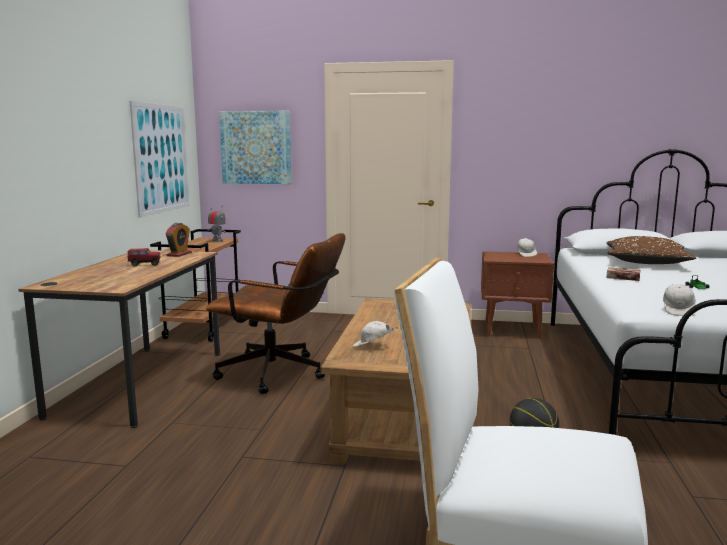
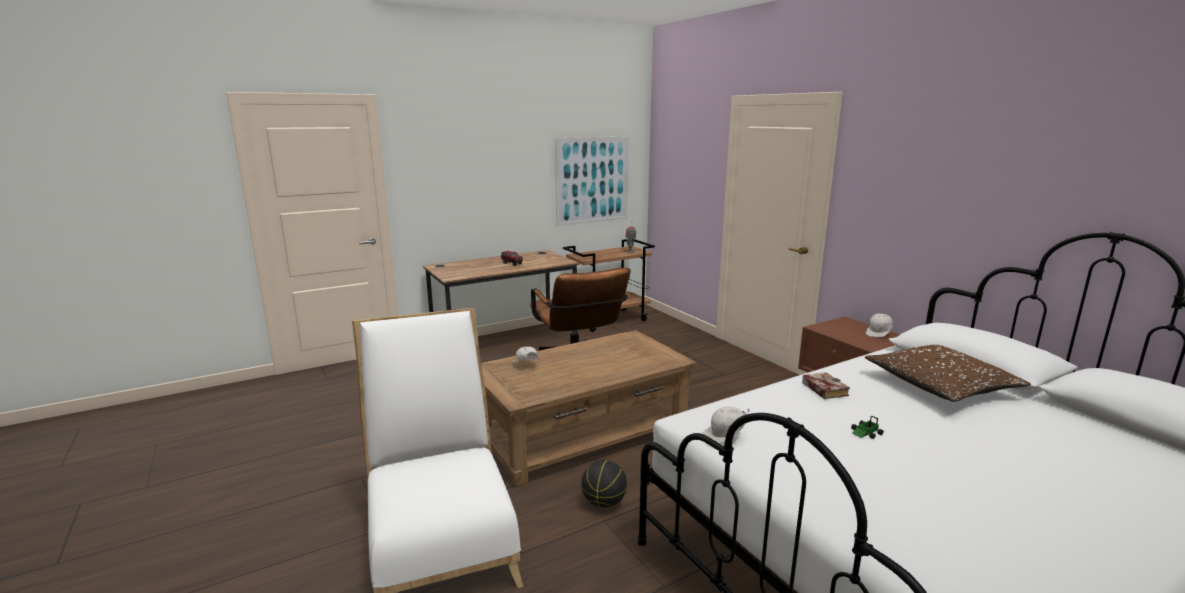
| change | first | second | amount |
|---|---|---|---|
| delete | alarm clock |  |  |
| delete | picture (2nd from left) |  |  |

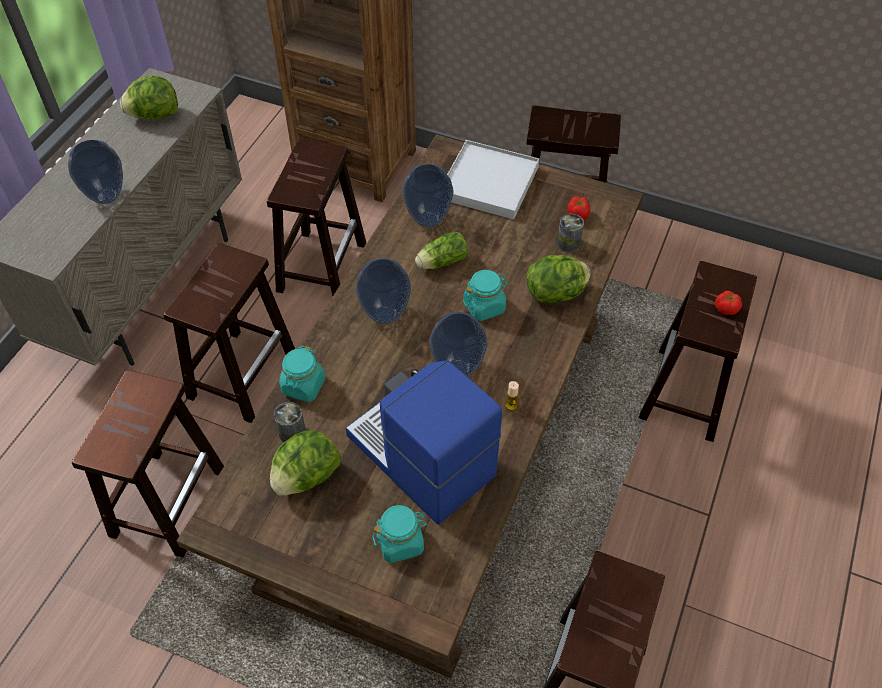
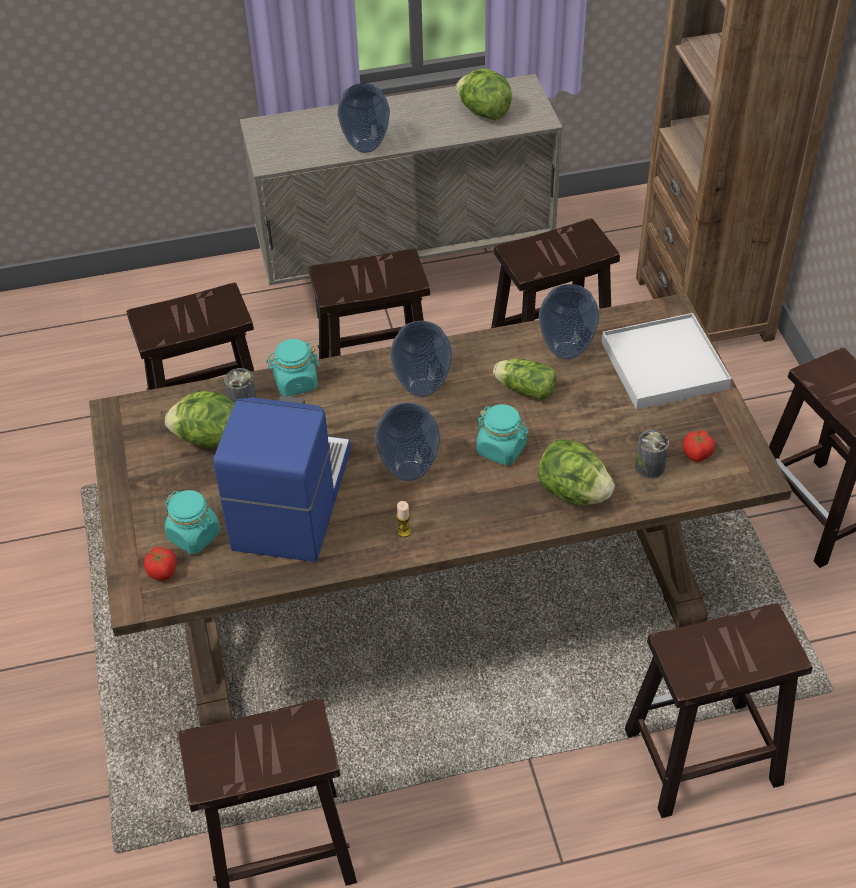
| change | first | second | amount |
|---|---|---|---|
| move | tomato (2nd from left in the first image) | tomato (1st from left) |  |

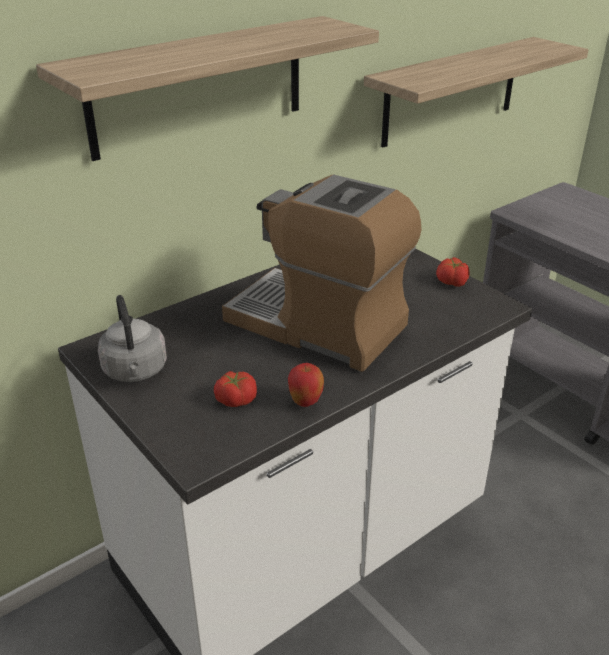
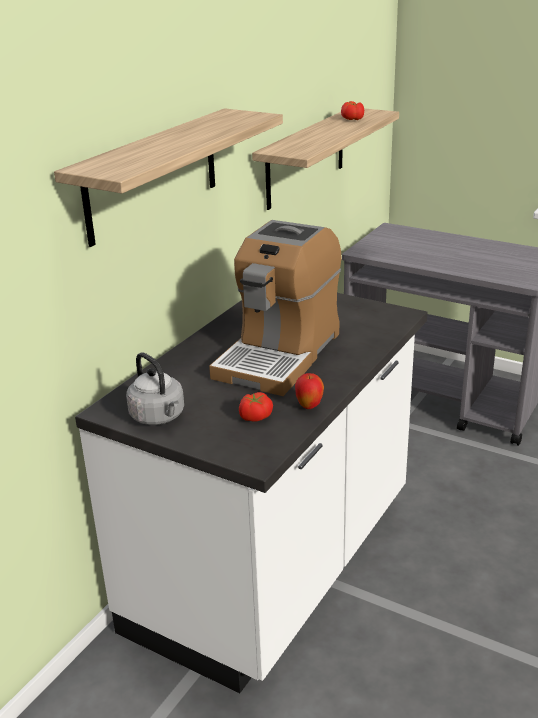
| change | first | second | amount |
|---|---|---|---|
| move | tomato (2nd from left) |  |  |
| rotate | coffee machine |  | 75 degrees counterclockwise |

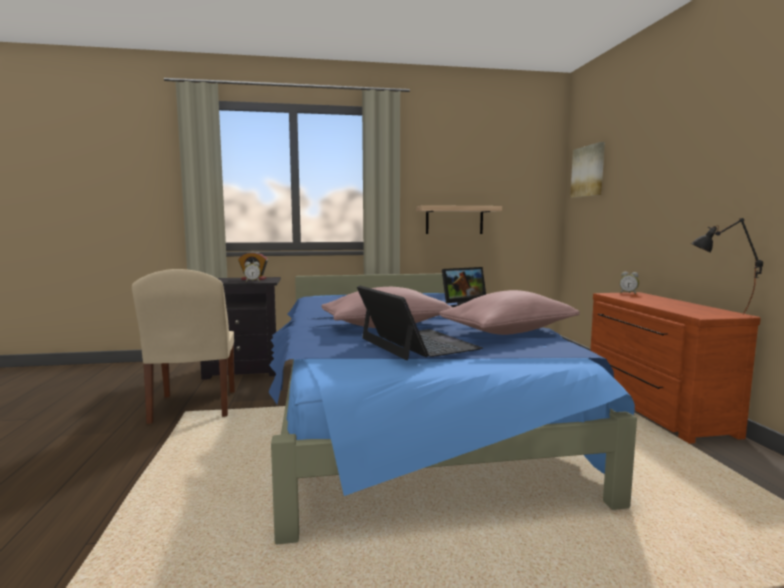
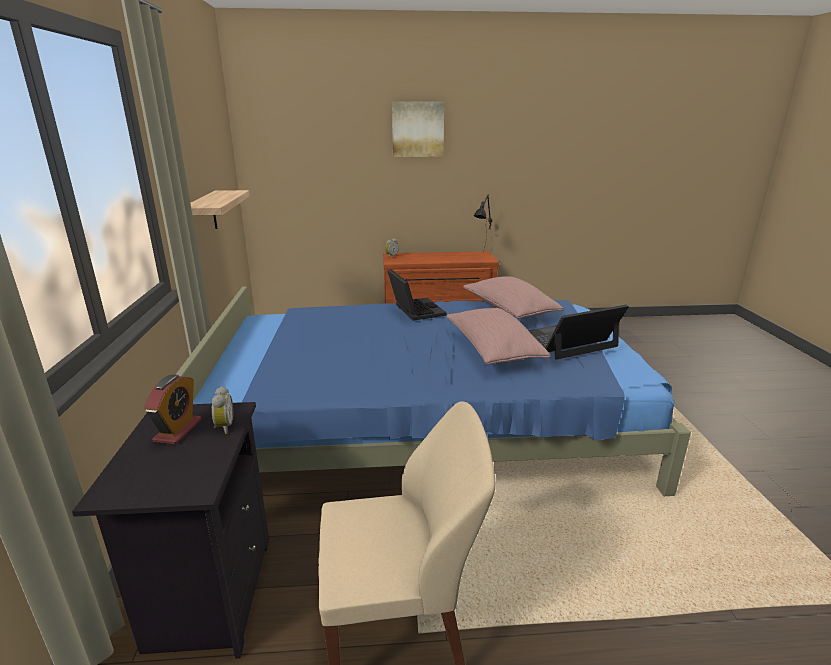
| change | first | second | amount |
|---|---|---|---|
| move | picture |  |  |

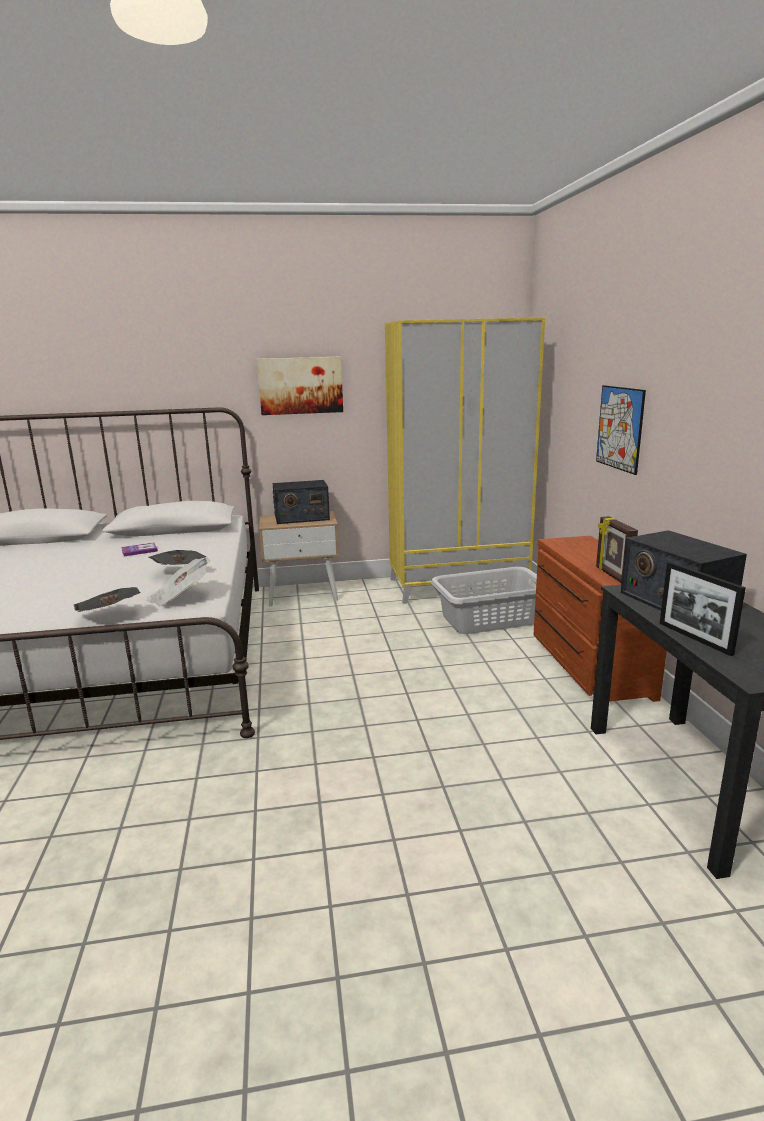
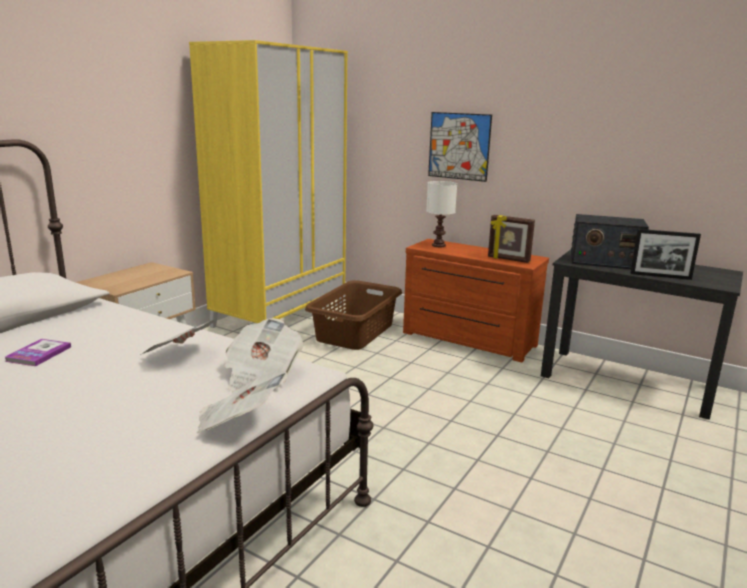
| change | first | second | amount |
|---|---|---|---|
| delete | picture (1st from left) |  |  |
| delete | radio (1st from left) |  |  |
| insert |  | table lamp (white) |  |
| recolor | laundry basket (grey) | laundry basket (brown) |  |

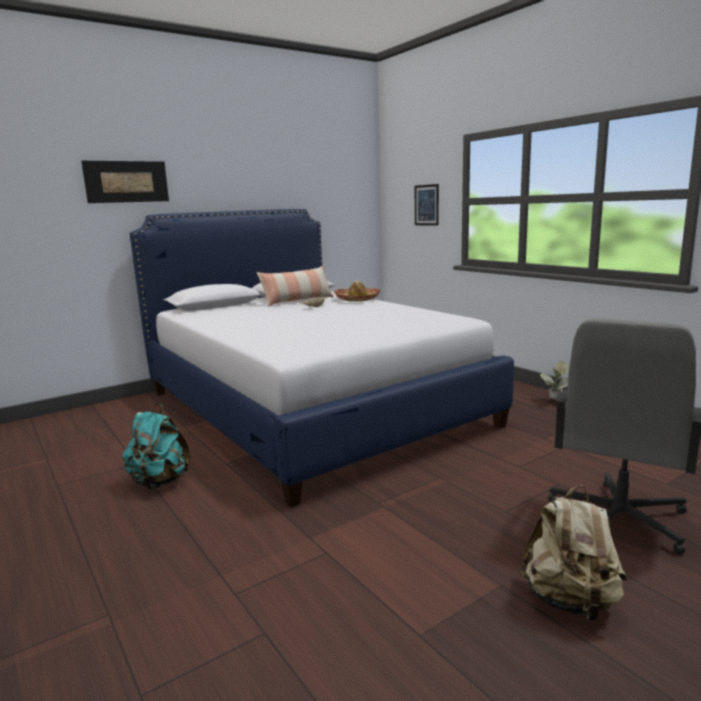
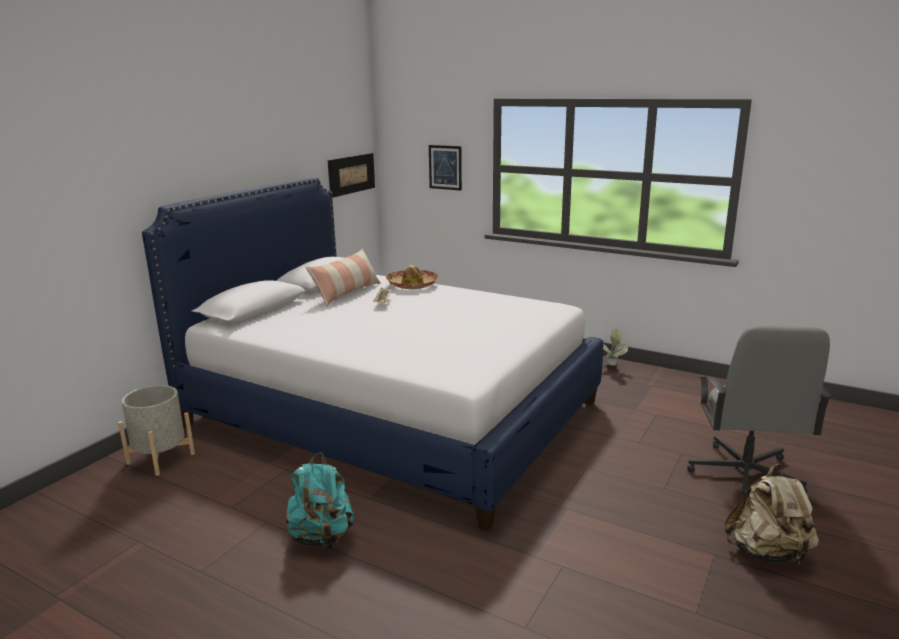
| change | first | second | amount |
|---|---|---|---|
| insert |  | planter (grey) |  |
| move | picture (1st from left) |  |  |

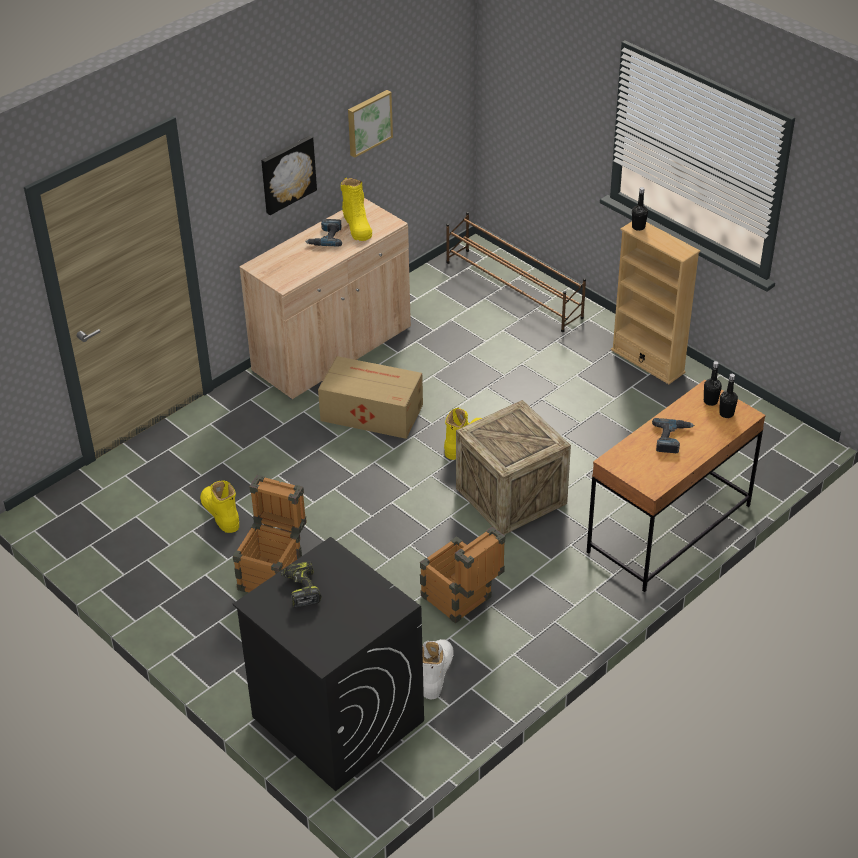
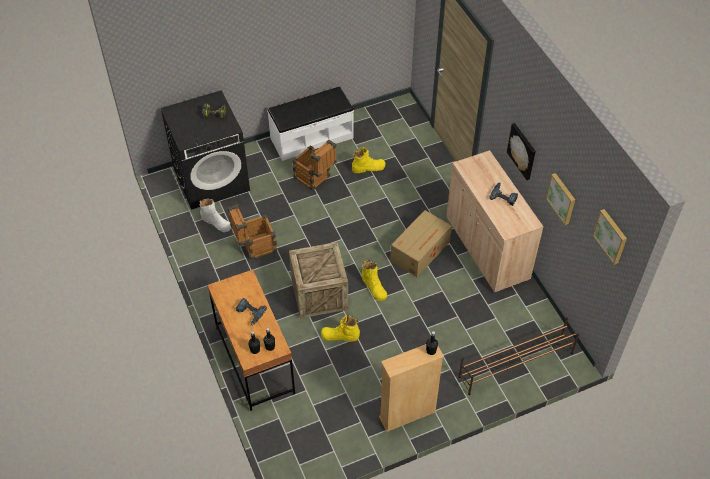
| change | first | second | amount |
|---|---|---|---|
| insert |  | bench (white) |  |
| insert |  | picture (3rd from left) |  |
| move | boot (yellow) (2nd from left in the first image) | boot (yellow) (1st from left) |  |

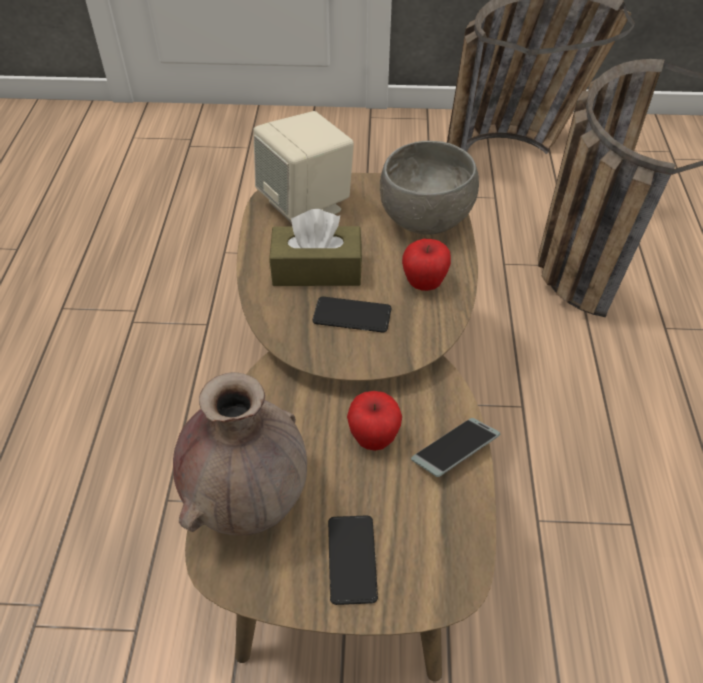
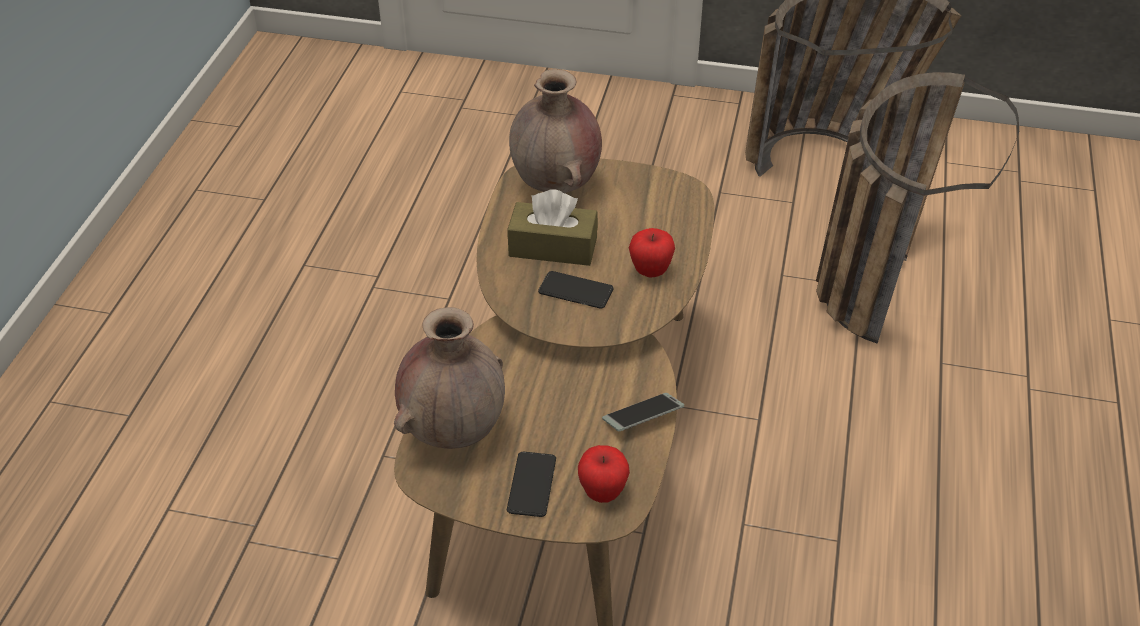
| change | first | second | amount |
|---|---|---|---|
| delete | bowl (grey) |  |  |
| move | apple (1st from left) |  |  |
| replace | speaker (beige) | vase (brown) (2nd from left) |  |

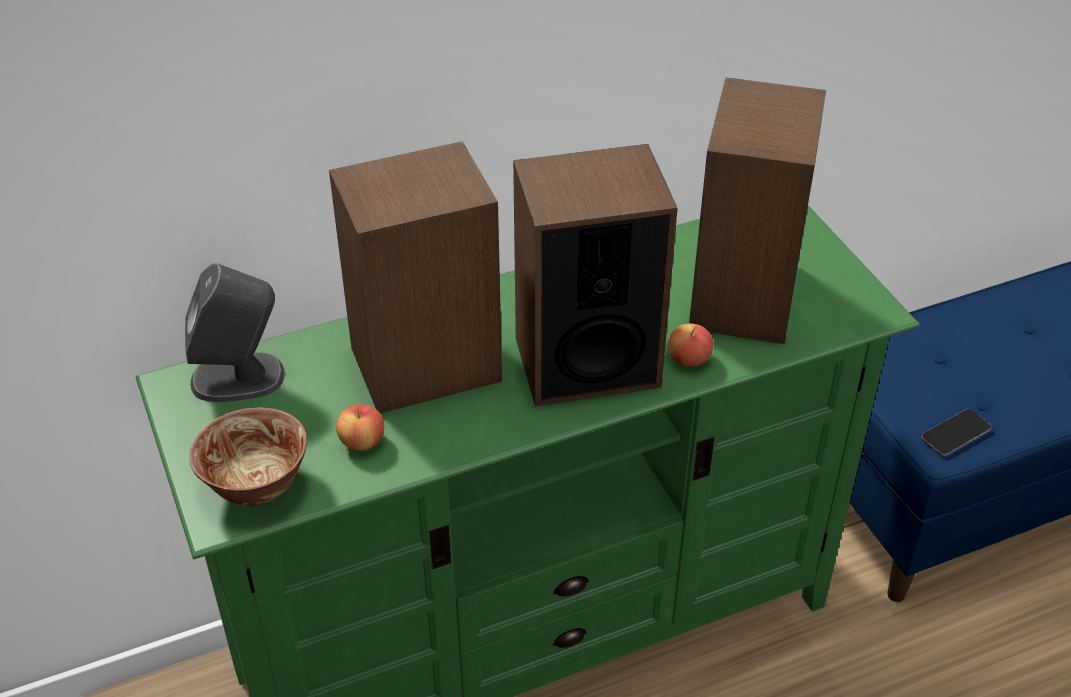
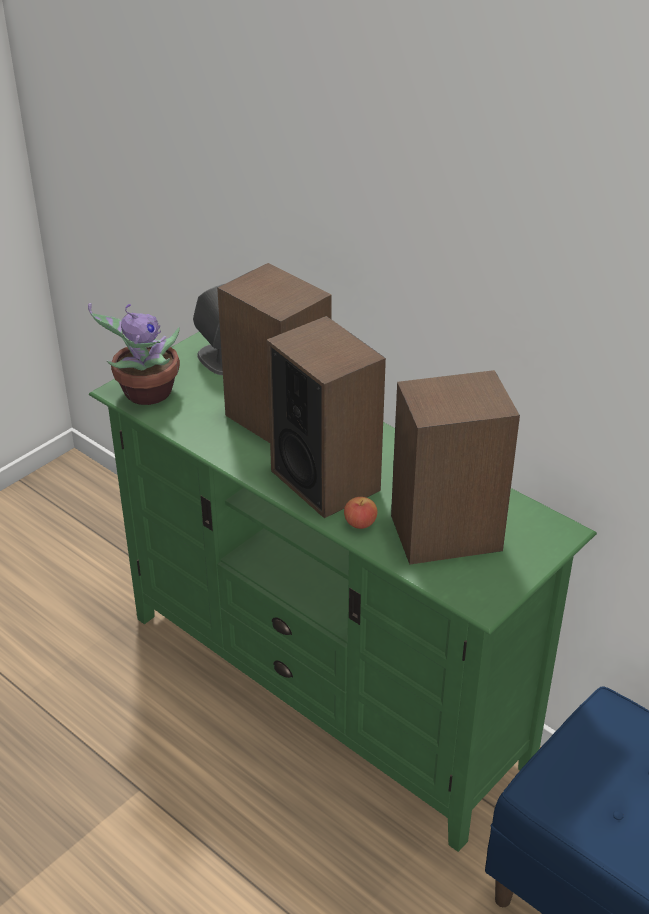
| change | first | second | amount |
|---|---|---|---|
| delete | apple (1st from left) |  |  |
| delete | phone |  |  |
| replace | bowl | potted plant |  |

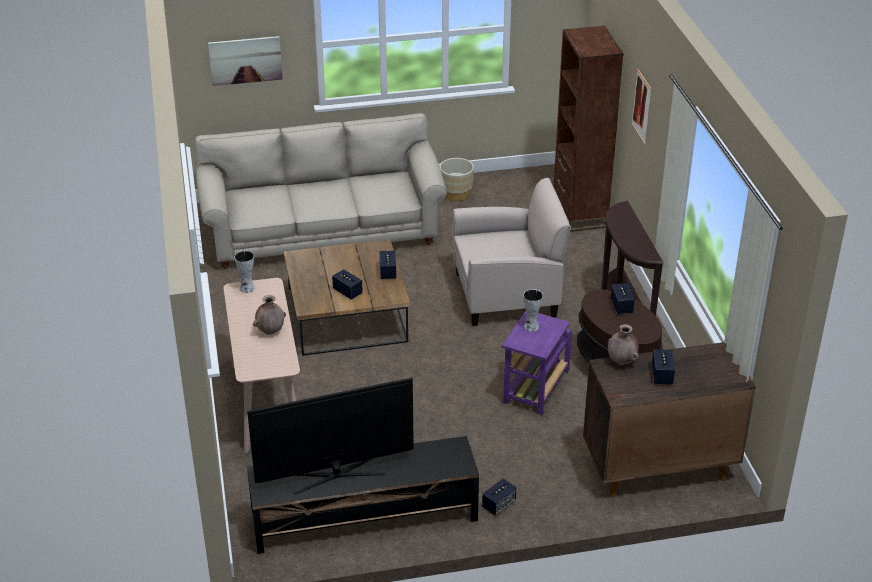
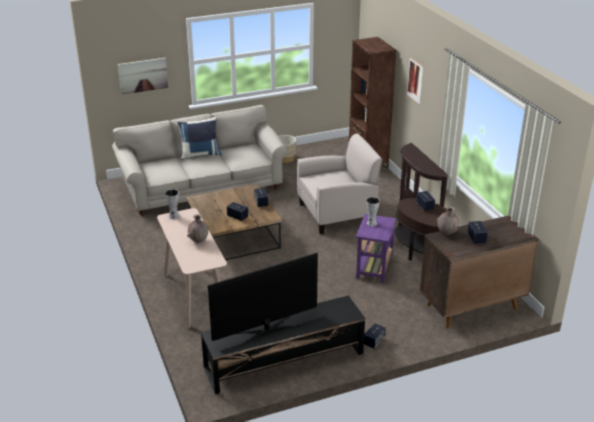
| change | first | second | amount |
|---|---|---|---|
| insert |  | pillow (blue) |  |

